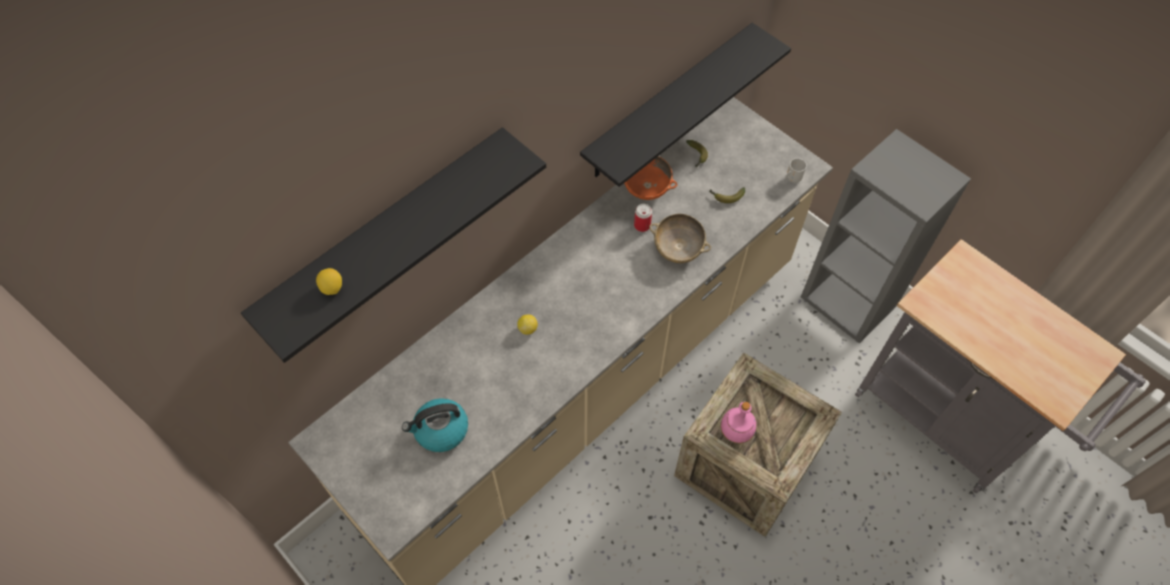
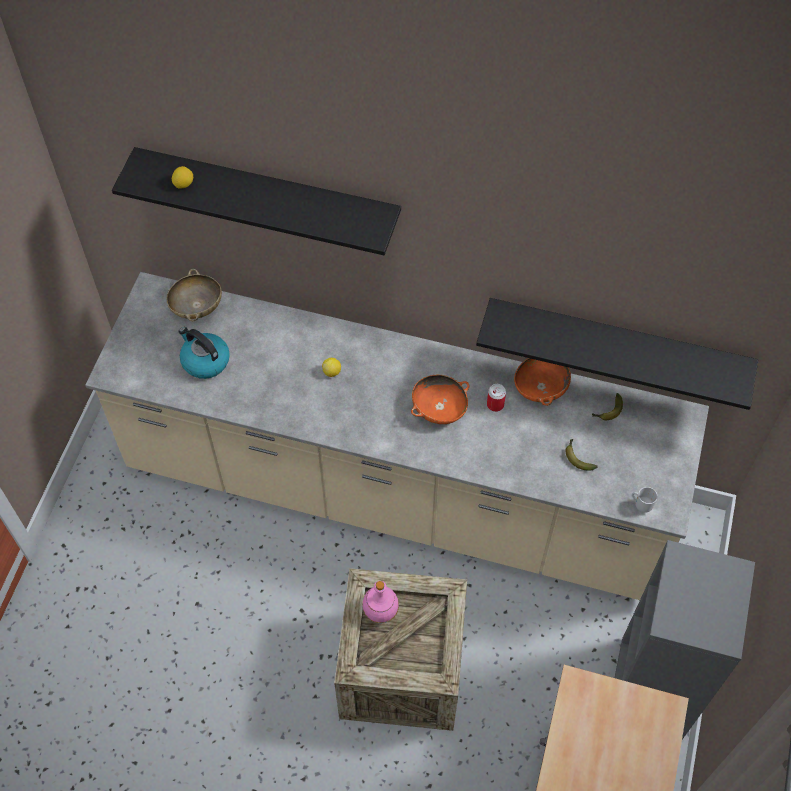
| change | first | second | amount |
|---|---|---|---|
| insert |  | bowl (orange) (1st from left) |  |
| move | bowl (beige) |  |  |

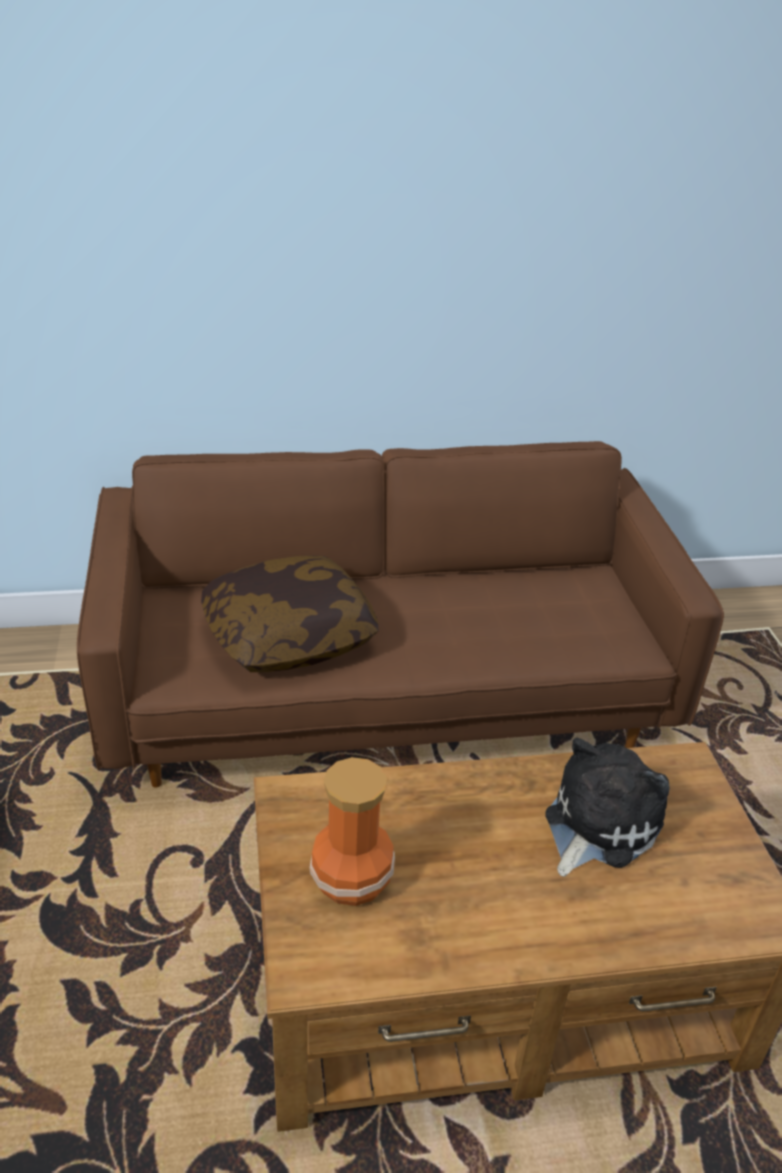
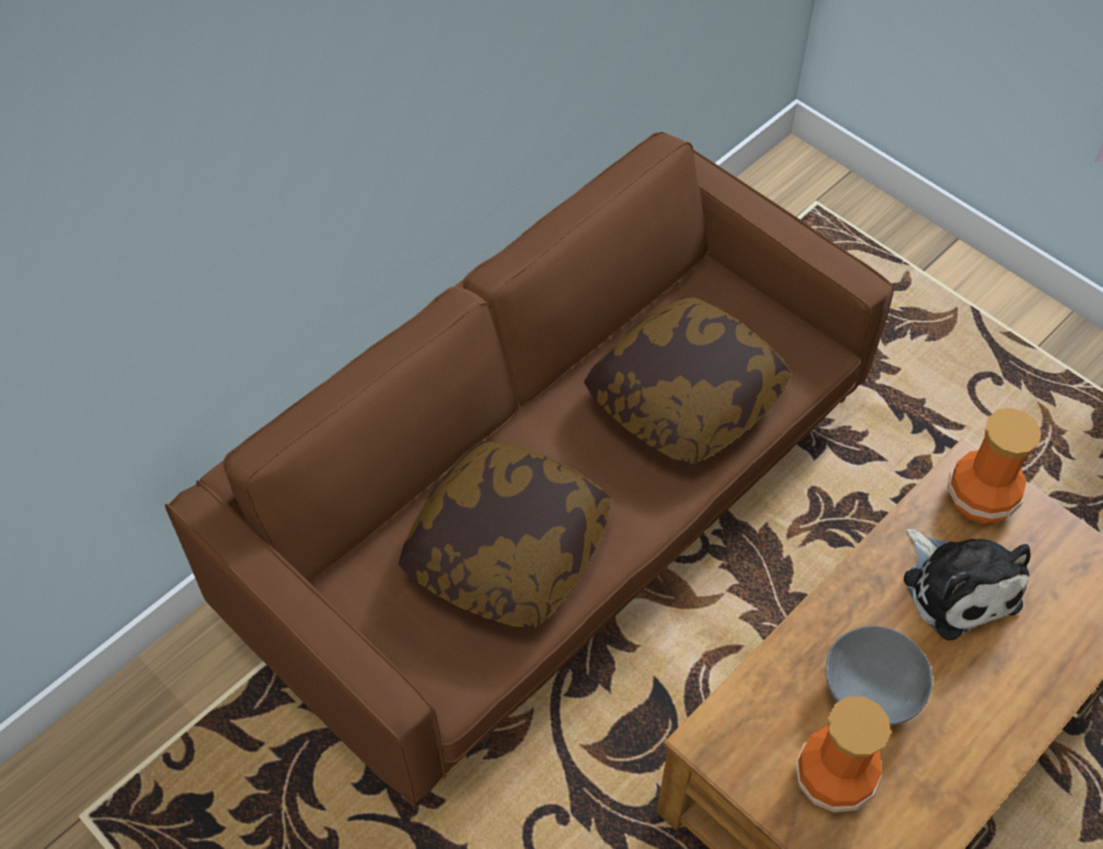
| change | first | second | amount |
|---|---|---|---|
| insert |  | pillow (2nd from left) |  |
| insert |  | bowl (grey) |  |
| insert |  | vase (2nd from left) |  |
| rotate | plush toy |  | 150 degrees clockwise |

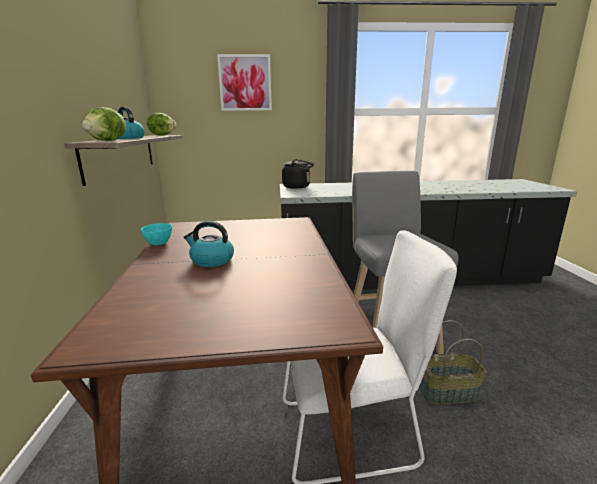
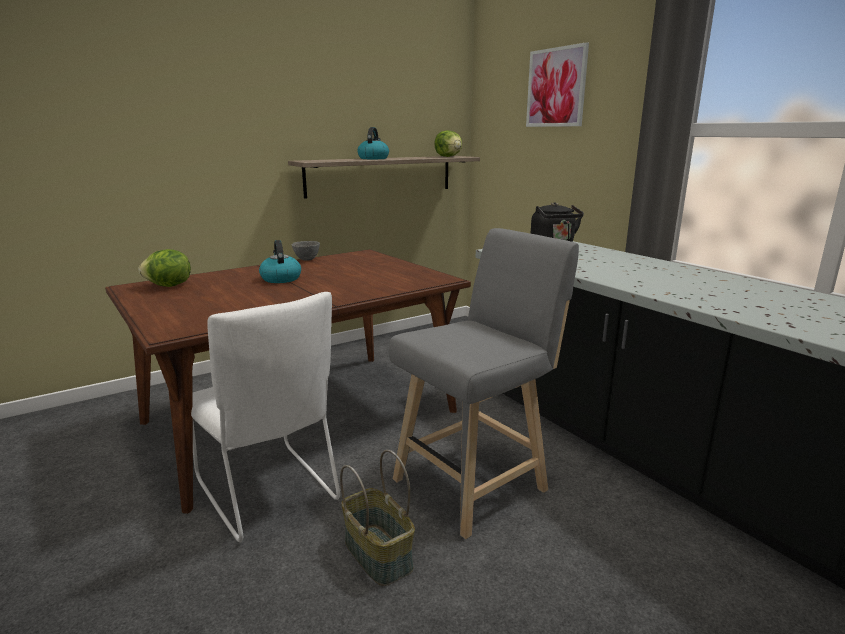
| change | first | second | amount |
|---|---|---|---|
| move | lettuce (1st from left) |  |  |
| recolor | bowl (turquoise) | bowl (grey) |  |

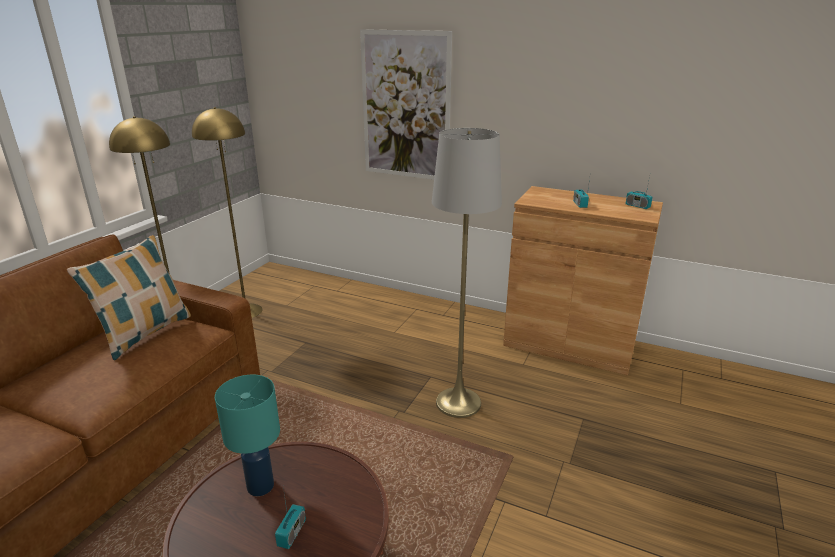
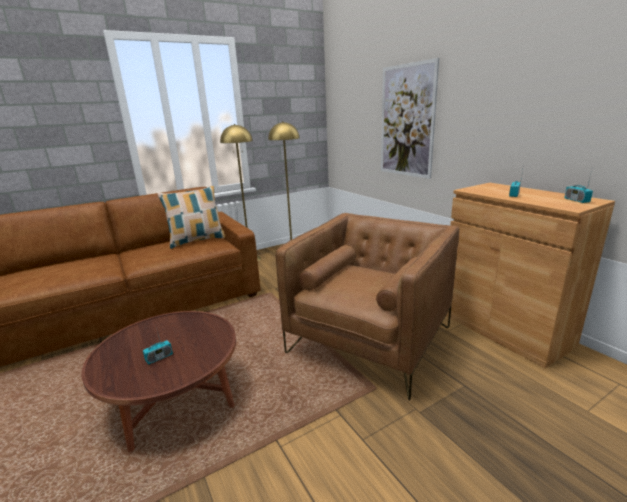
| change | first | second | amount |
|---|---|---|---|
| delete | table lamp (turquoise) |  |  |
| replace | floor lamp (grey) | armchair (brown) |  |

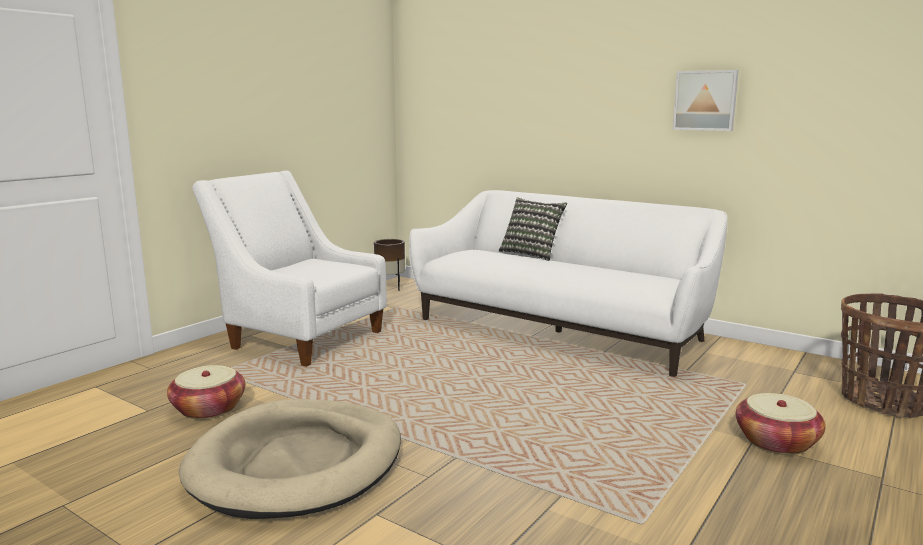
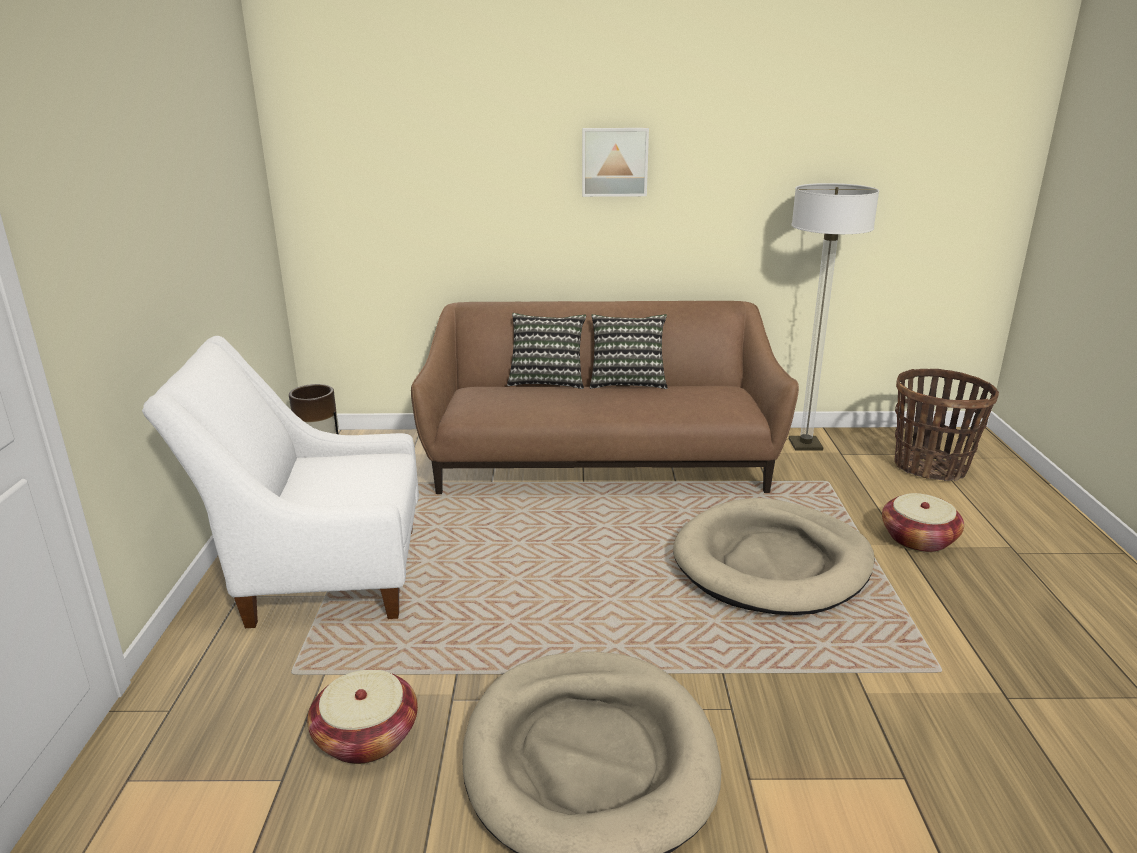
| change | first | second | amount |
|---|---|---|---|
| insert |  | pillow (2nd from left) |  |
| insert |  | dog bed (beige) (2nd from left) |  |
| insert |  | floor lamp |  |
| move | picture |  |  |
| recolor | sofa (white) | sofa (brown) |  |

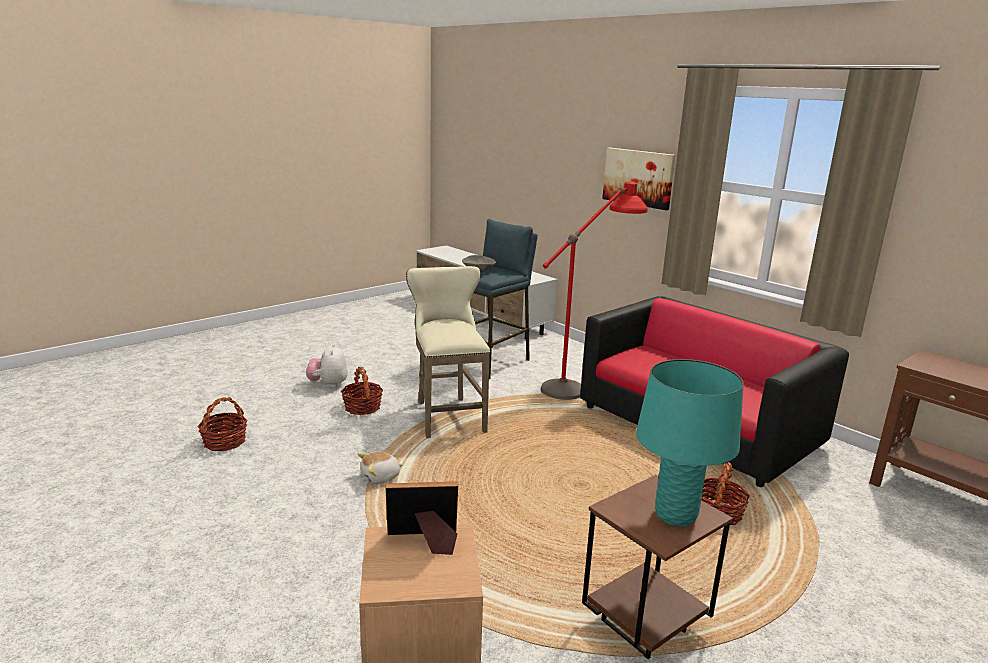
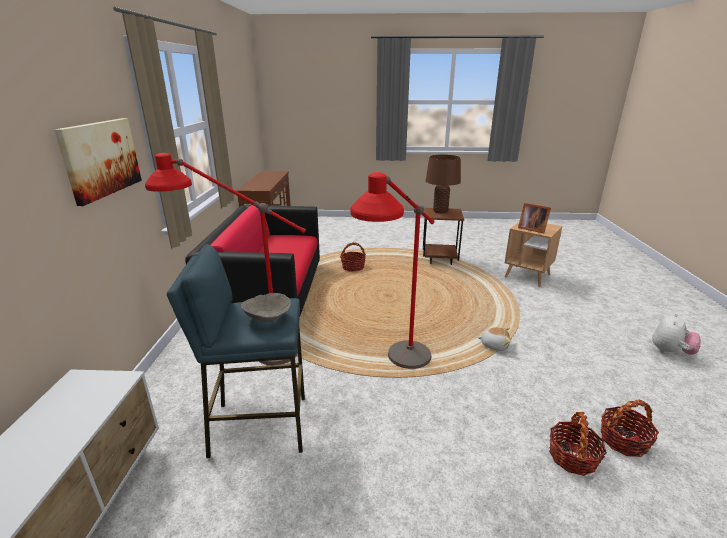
| change | first | second | amount |
|---|---|---|---|
| move | plush toy (1st from left in the first image) | plush toy (2nd from left) |  |
| move | basket (2nd from left) |  |  |
| replace | stool (beige) | floor lamp (red) (2nd from left) |  |
| recolor | table lamp (turquoise) | table lamp (brown) |  |

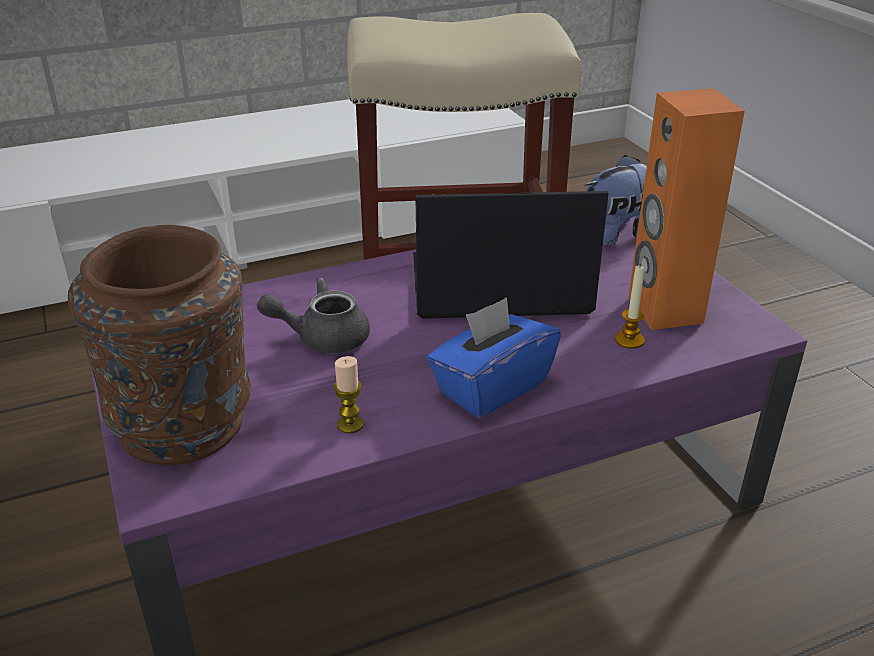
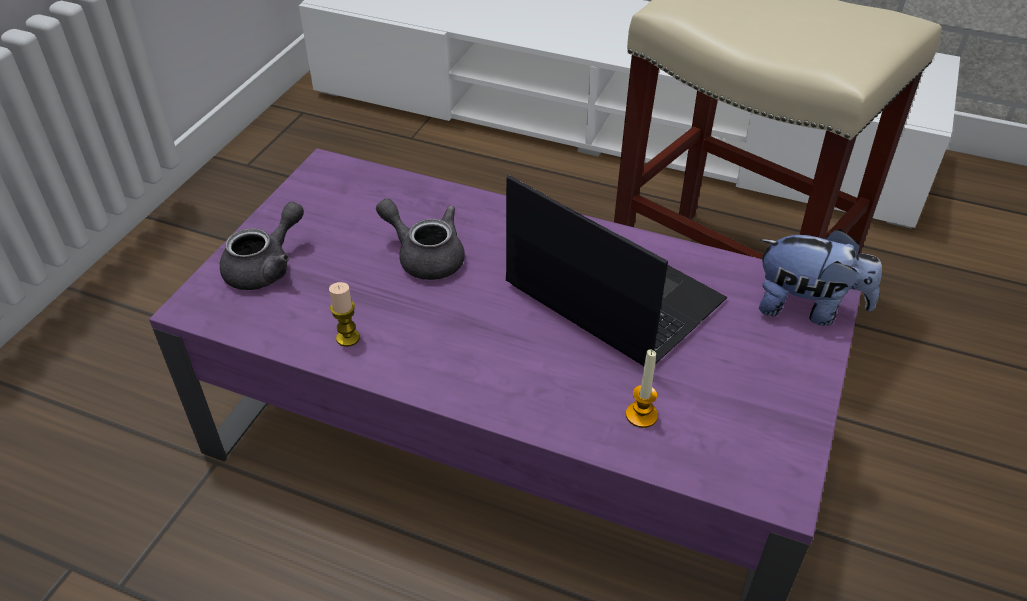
| change | first | second | amount |
|---|---|---|---|
| delete | tissue box (blue) |  |  |
| delete | speaker (orange) |  |  |
| replace | vase (brown) | teapot (grey) (1st from left) |  |

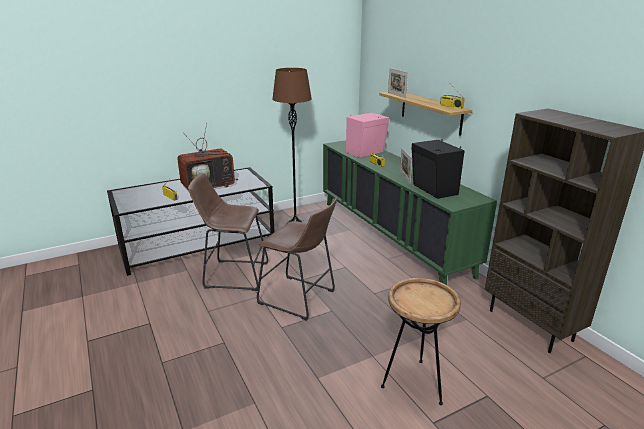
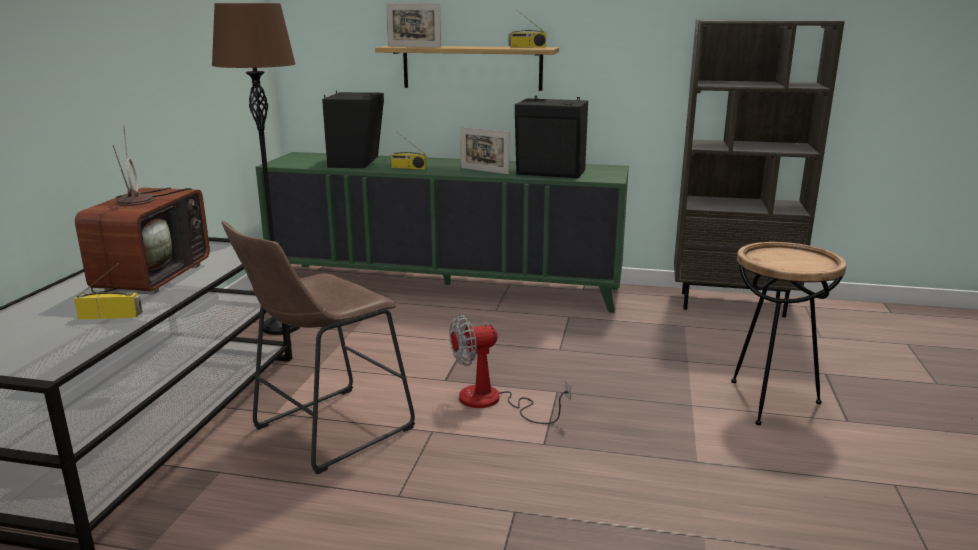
| change | first | second | amount |
|---|---|---|---|
| replace | stool (brown) (2nd from left) | fan |  |
| recolor | speaker (pink) | speaker (black) (1st from left) |  |

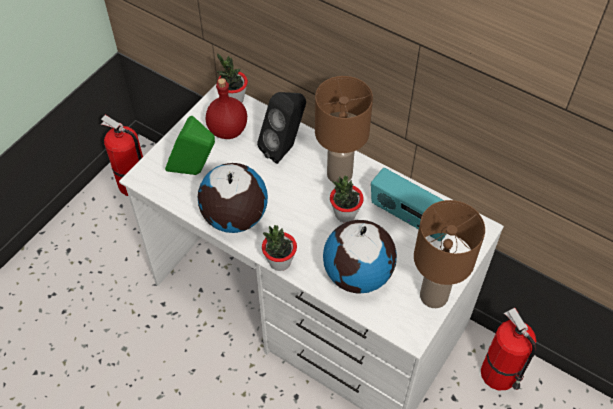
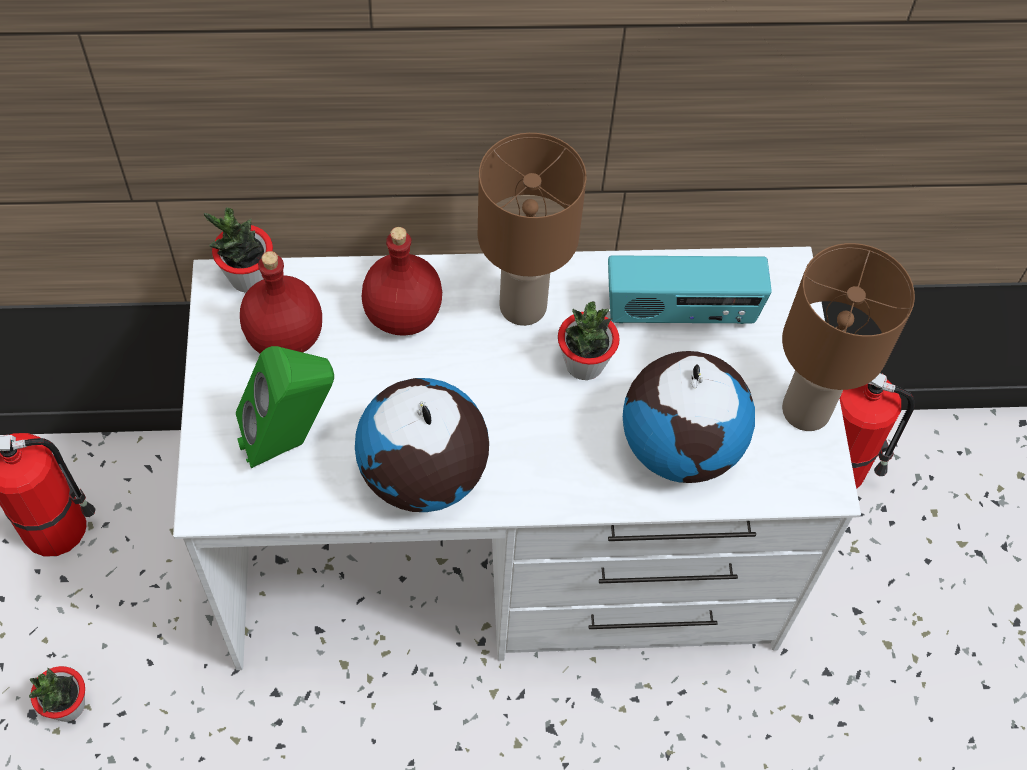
| change | first | second | amount |
|---|---|---|---|
| move | potted plant (2nd from left in the first image) | potted plant (1st from left) |  |
| replace | speaker (black) | bottle (red) (2nd from left) |  |

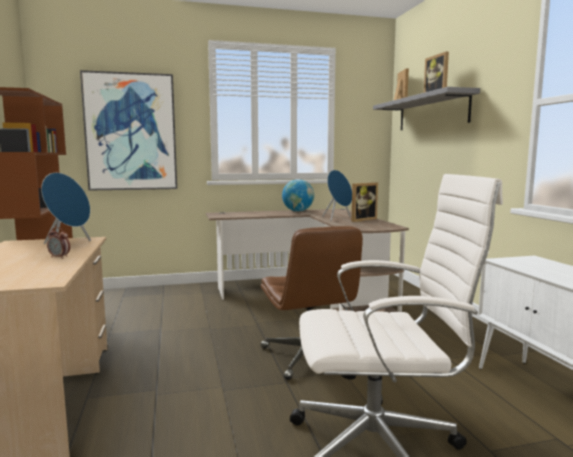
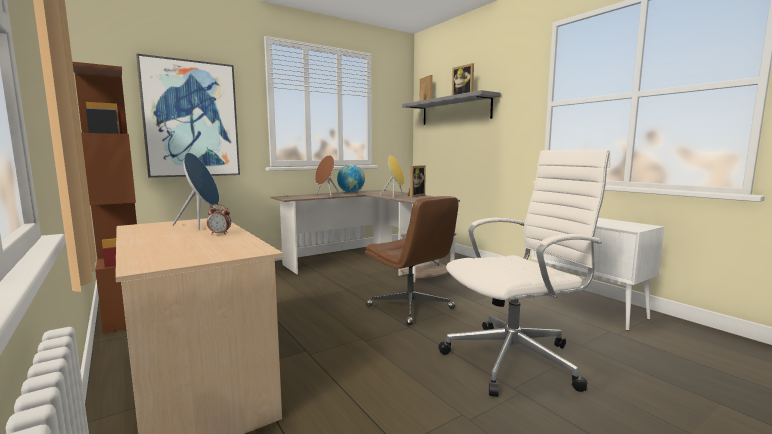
| change | first | second | amount |
|---|---|---|---|
| insert |  | speaker (brown) |  |
| recolor | speaker (blue) (2nd from left) | speaker (yellow) |  |

